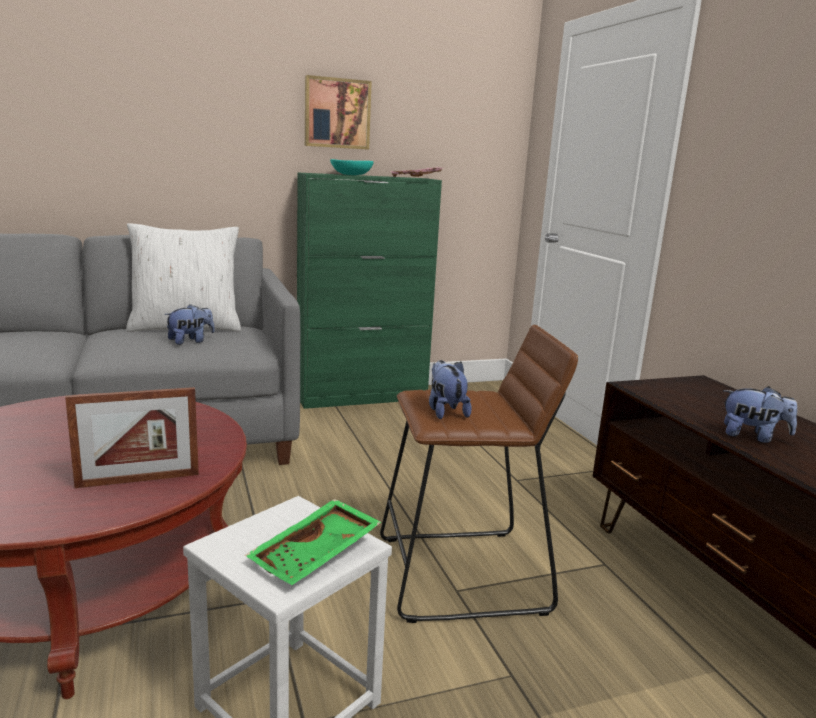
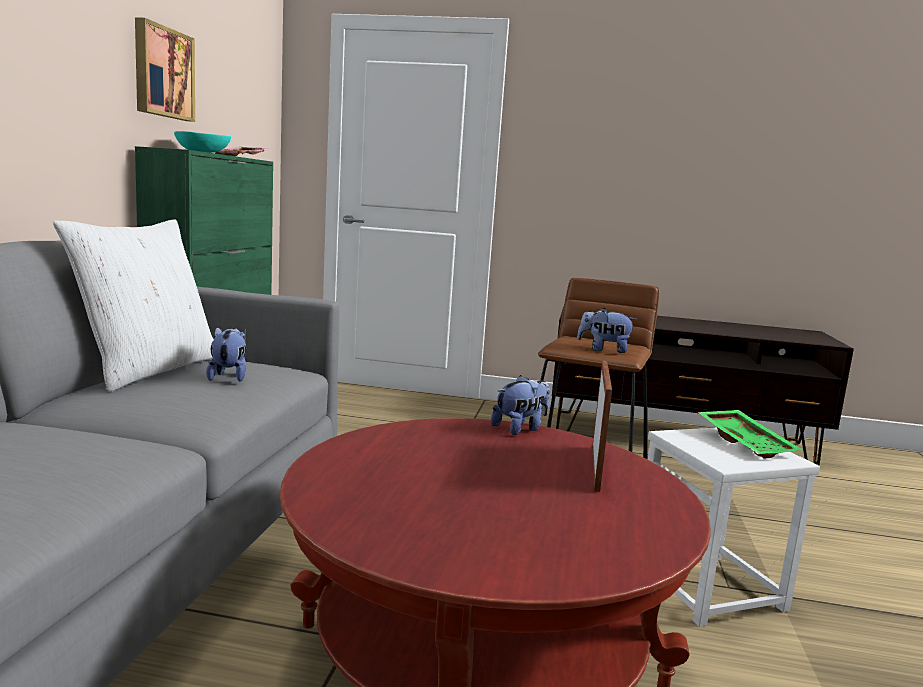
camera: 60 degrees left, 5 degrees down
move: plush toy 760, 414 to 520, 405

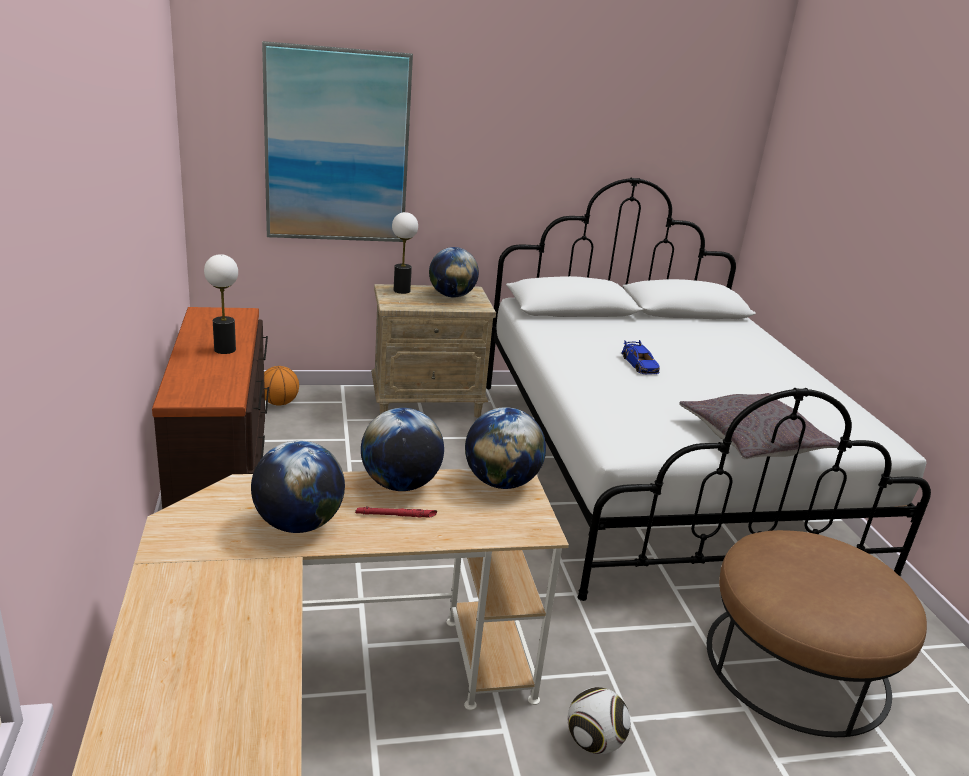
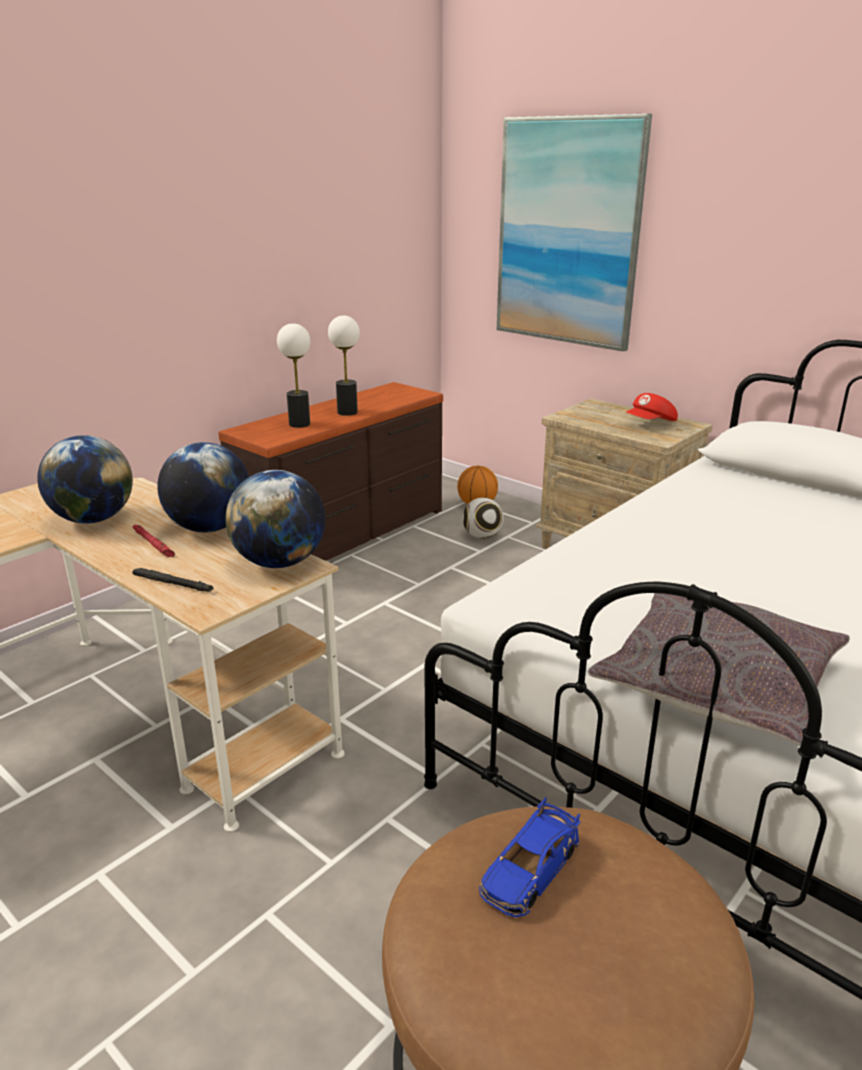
camera: 55 degrees right, 0 degrees up
insert: flashlight in black 172, 580
move: table lamp 405, 253 to 293, 375; toy car in blue 640, 357 to 530, 857; football 599, 720 to 483, 518
replace: globe 454, 272 to cap in red 652, 407

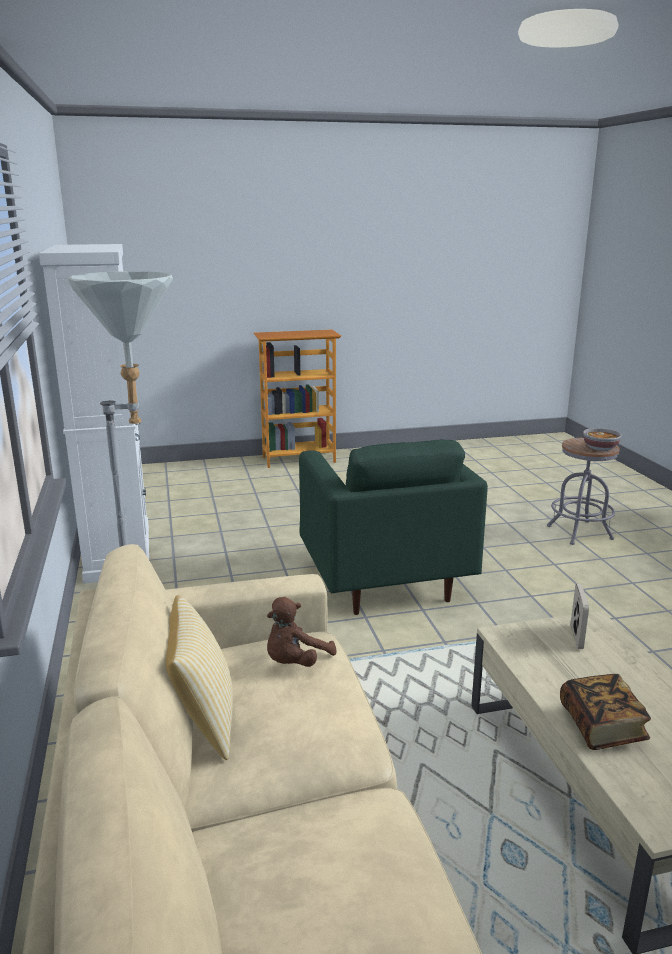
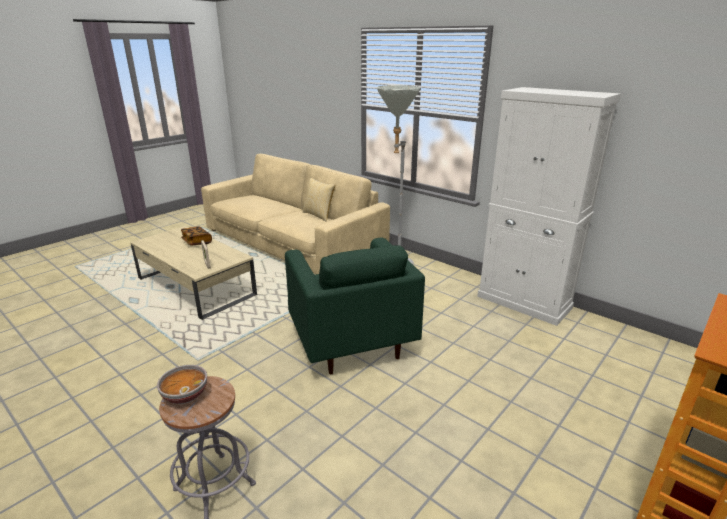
camera: 145 degrees right, 5 degrees up
delete: plush toy in brown 301, 632
rotate: armchair in green 393, 527 = 355, 306 150 degrees counterclockwise

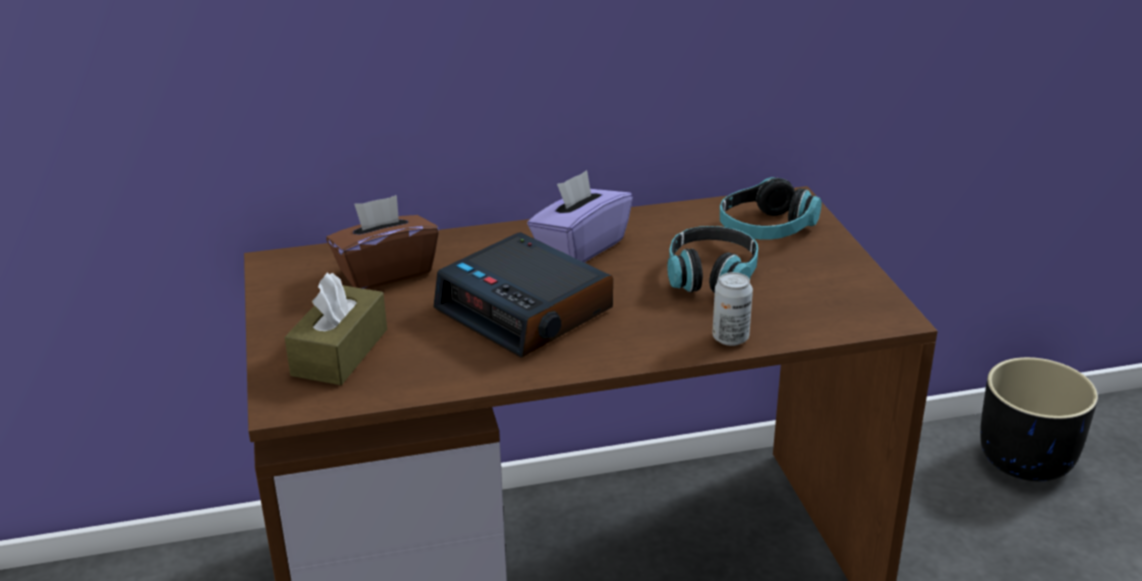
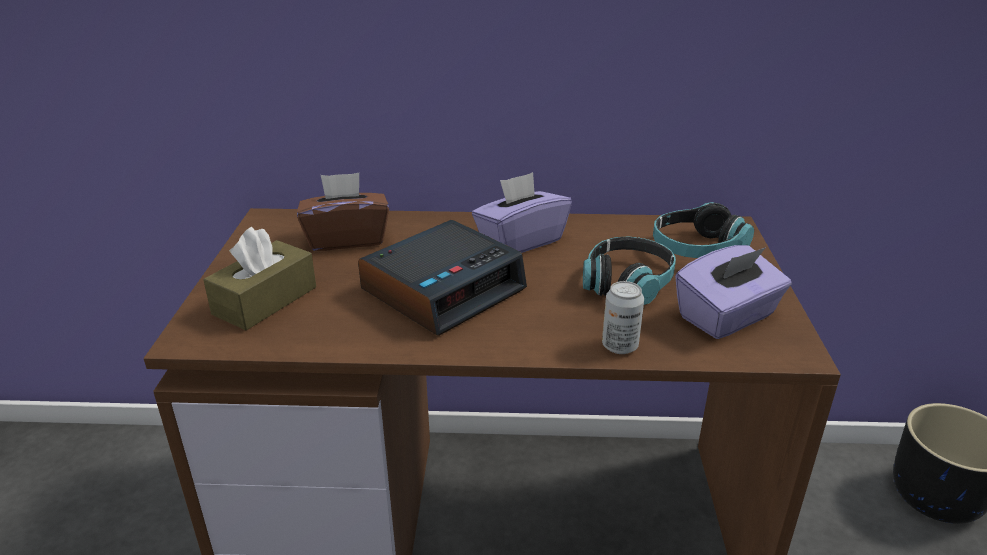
camera: 15 degrees right, 0 degrees up
insert: tissue box in purple 733, 292
rotate: alarm clock 523, 295 = 442, 278 105 degrees counterclockwise

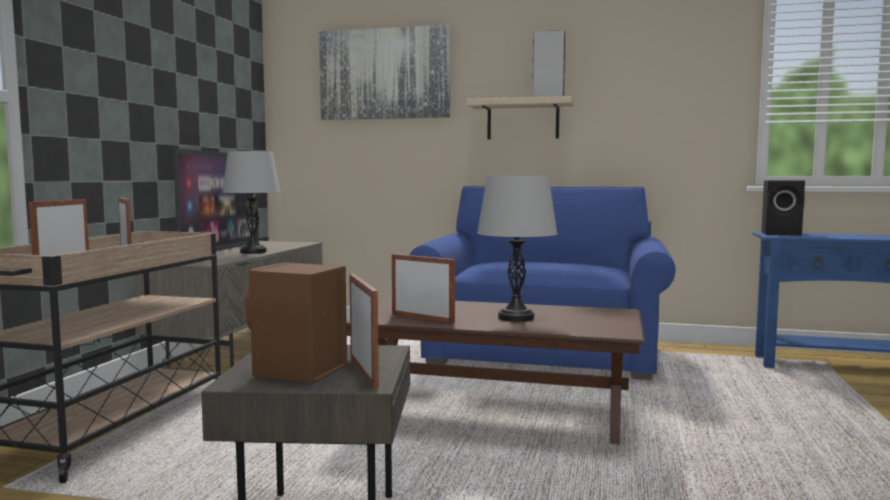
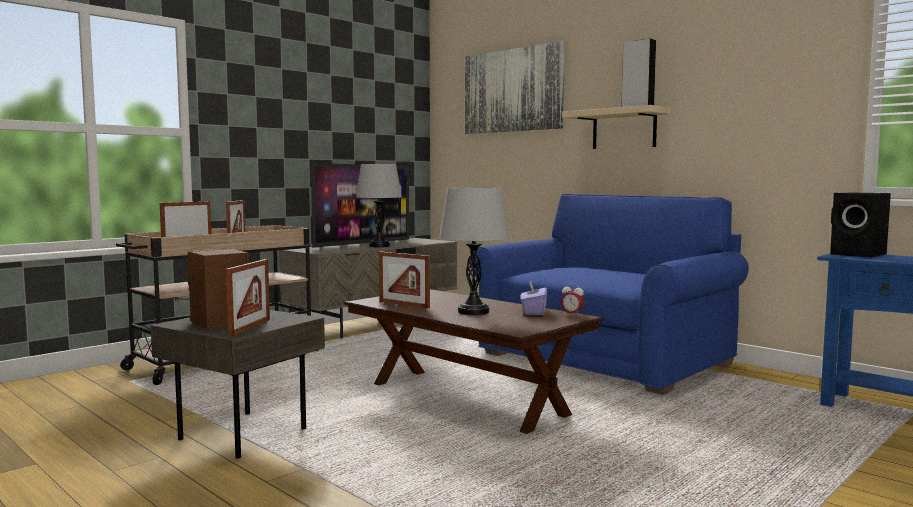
camera: 30 degrees right, 0 degrees up
insert: tissue box in purple 533, 298; alarm clock 572, 299
rotate: picture frame 423, 289 = 404, 280 150 degrees clockwise

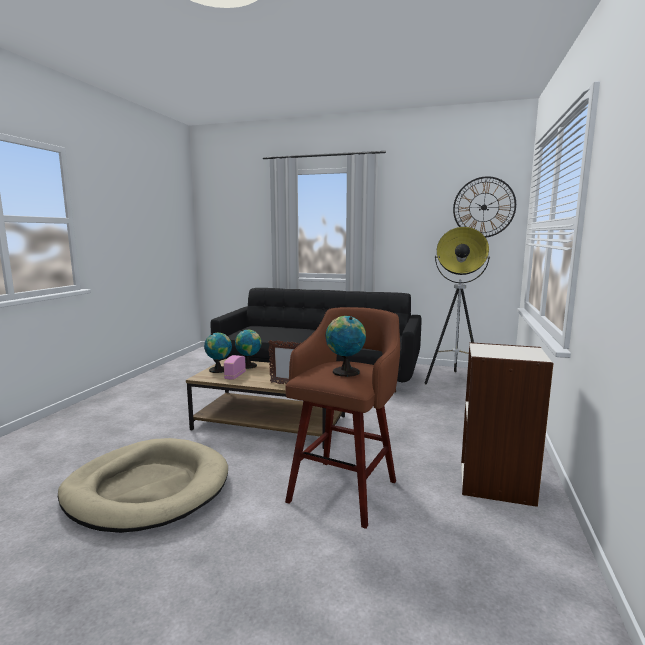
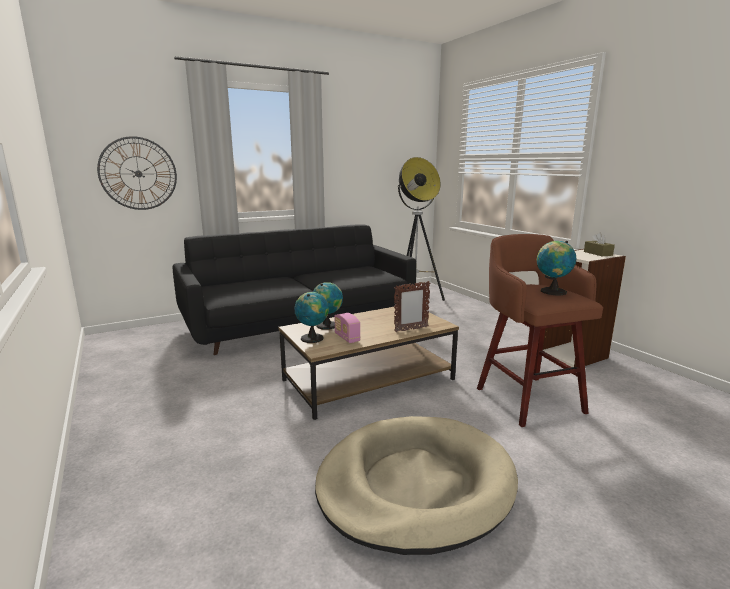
camera: 45 degrees left, 5 degrees up
insert: tissue box in brown 599, 244
move: wall clock 484, 207 to 137, 173

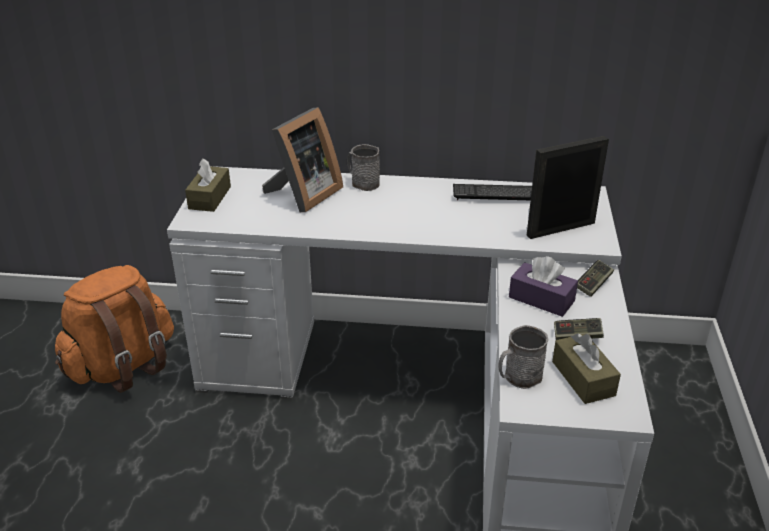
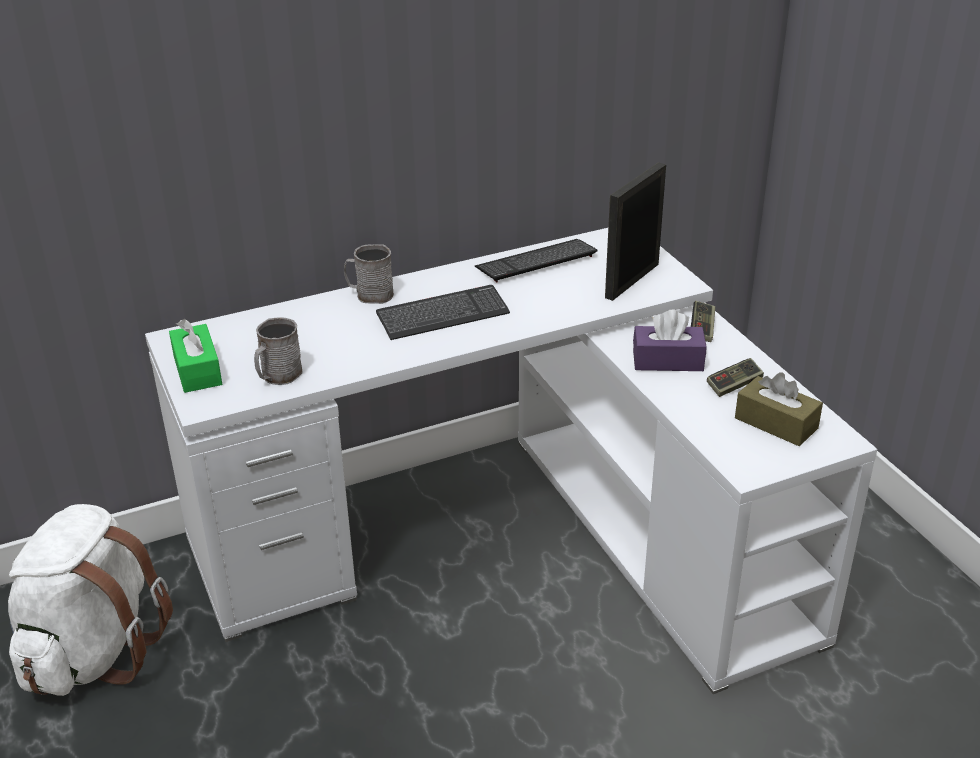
camera: 30 degrees left, 0 degrees up
delete: picture frame 302, 159
insert: keyboard 443, 312
move: mug in grey 523, 357 to 278, 351
recolor: tissue box in brown 208, 185 to tissue box in green 195, 356; backpack in orange 114, 329 to backpack in white 90, 600

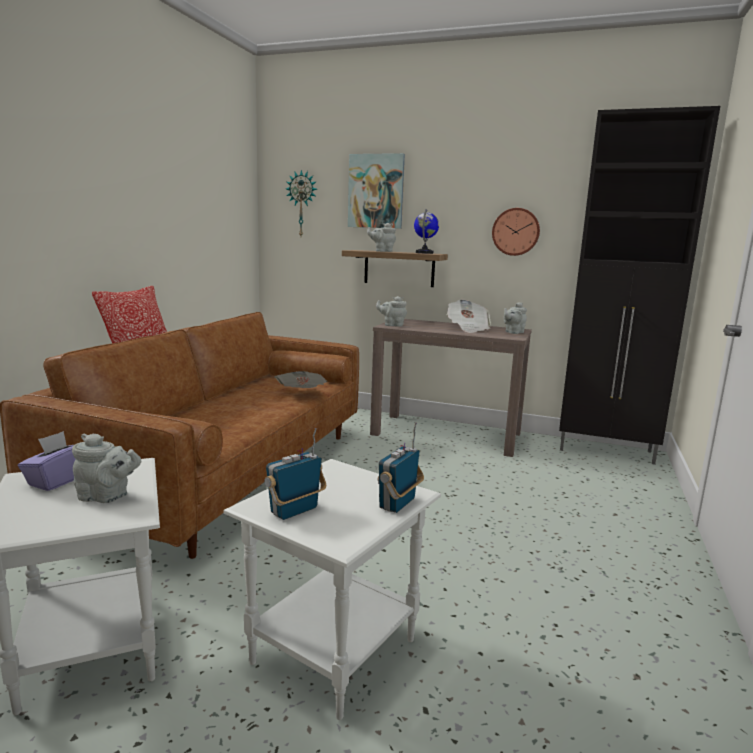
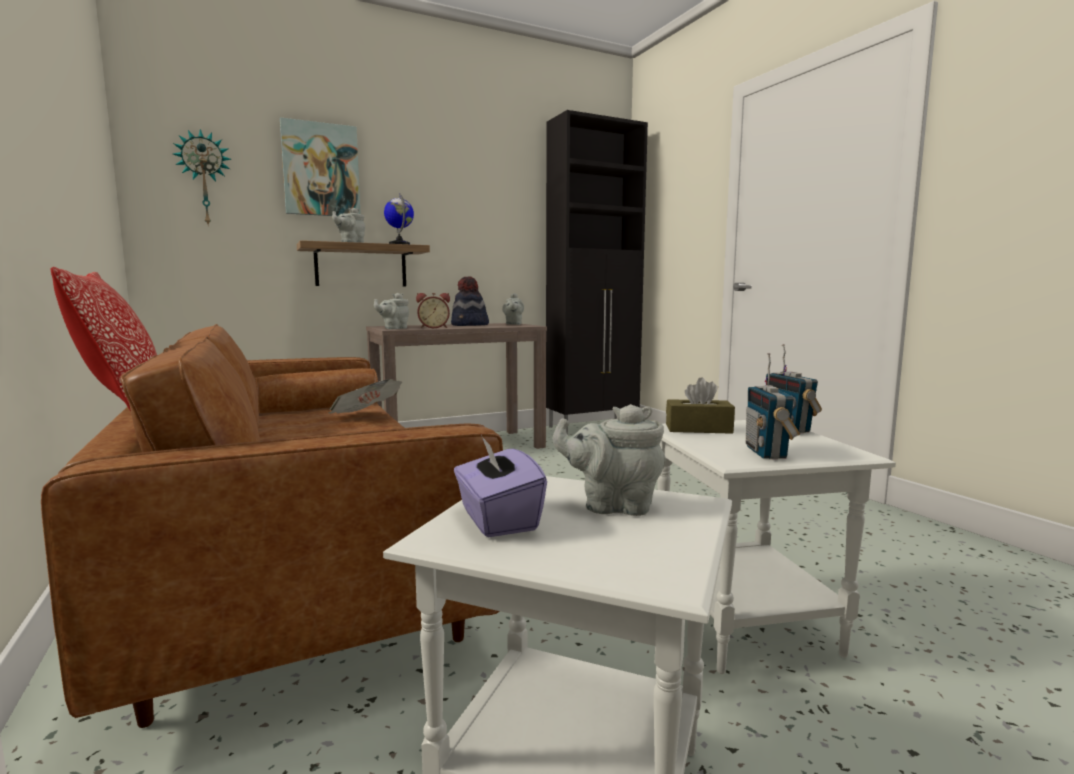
camera: 45 degrees left, 5 degrees down
delete: wall clock 516, 232
insert: alarm clock 433, 310; tissue box in brown 700, 405
replace: newspaper 468, 316 to hat 470, 301
rotate: teapot in grey 106, 468 = 609, 460 135 degrees counterclockwise

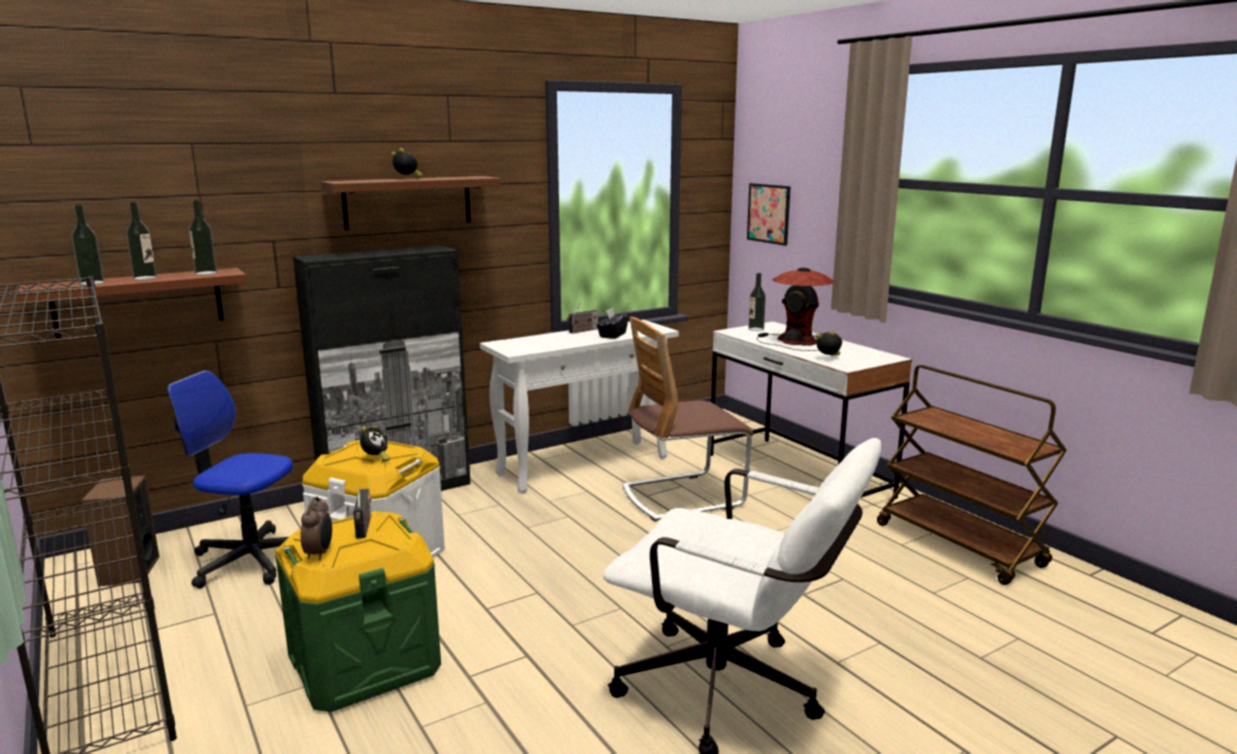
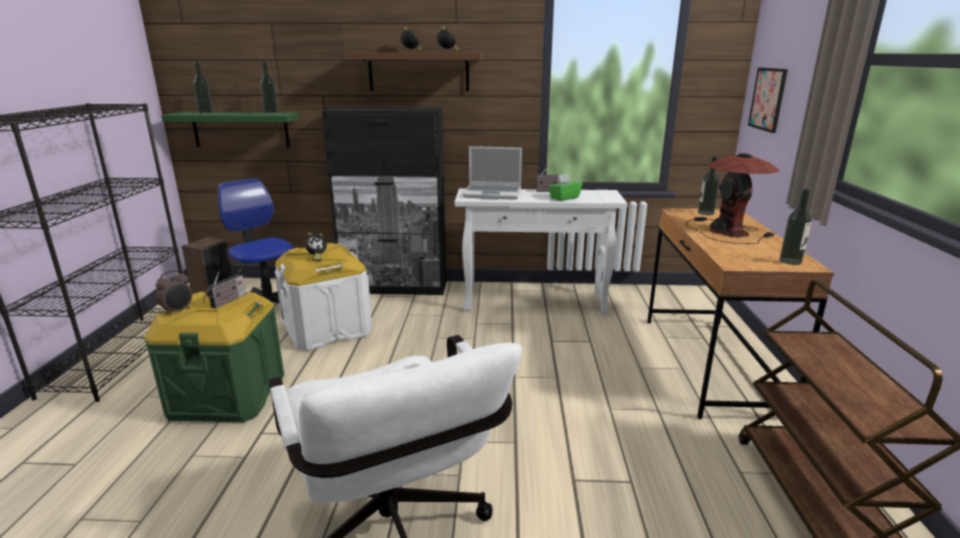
camera: 35 degrees right, 5 degrees up
delete: chair 688, 419
insert: laptop 492, 173
move: bottle 141, 241 to 795, 227; alarm clock 829, 343 to 448, 39
recolor: shelf in brown 132, 303 to shelf in green 230, 130; tissue box in black 612, 323 to tissue box in green 565, 187; desk in white 811, 410 to desk in brown 740, 313

